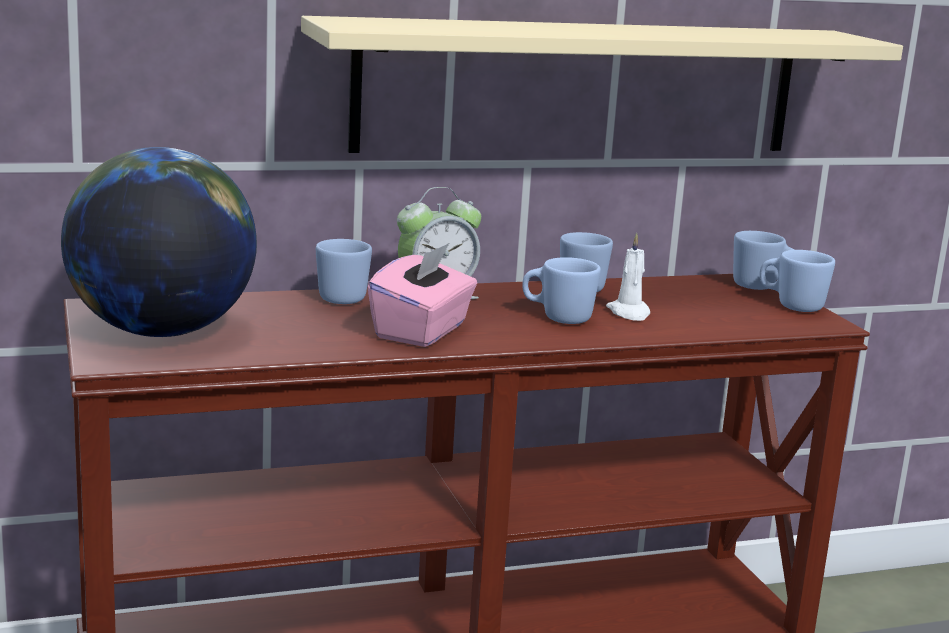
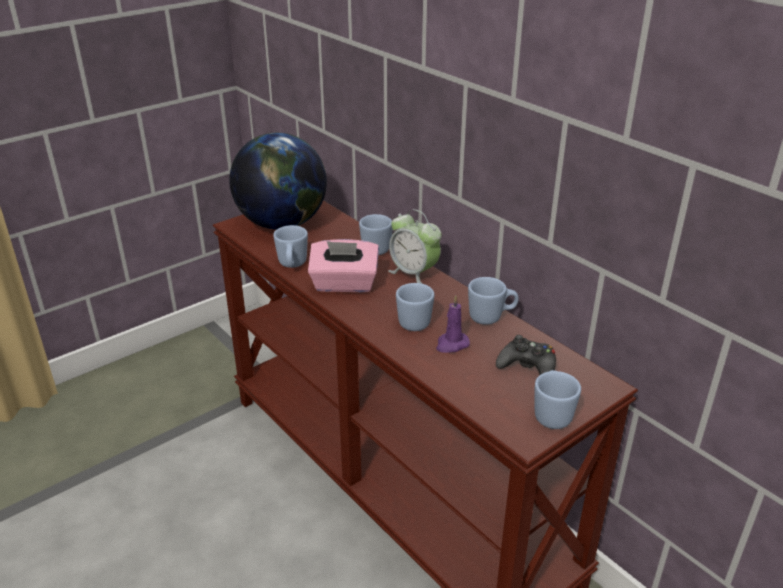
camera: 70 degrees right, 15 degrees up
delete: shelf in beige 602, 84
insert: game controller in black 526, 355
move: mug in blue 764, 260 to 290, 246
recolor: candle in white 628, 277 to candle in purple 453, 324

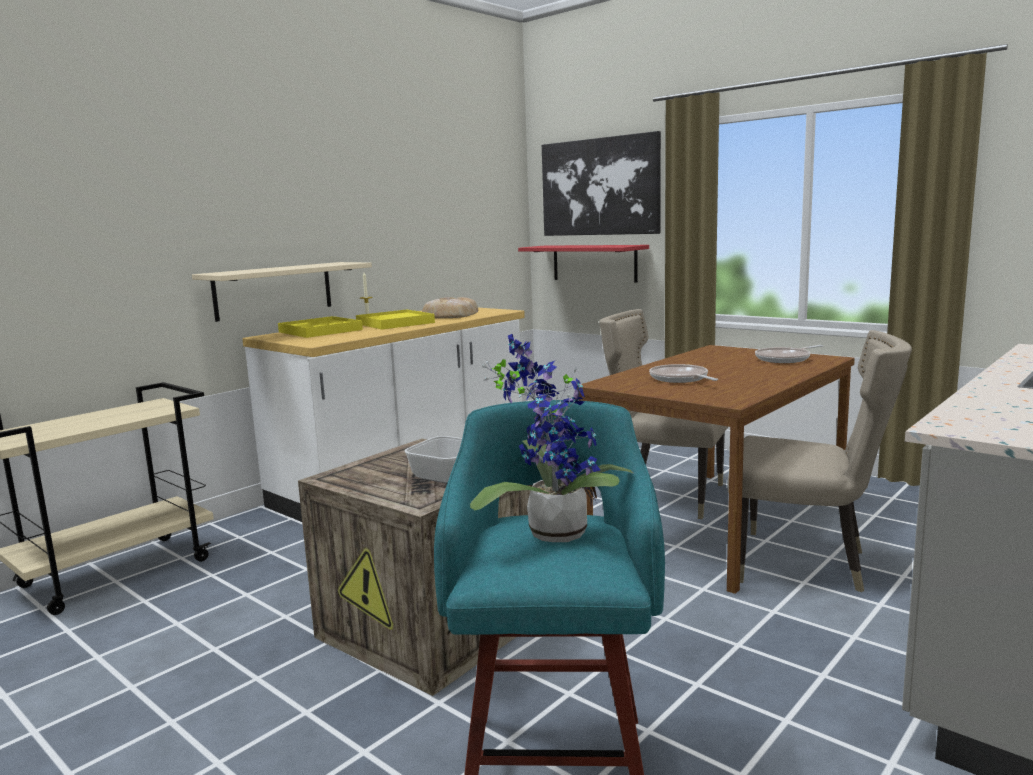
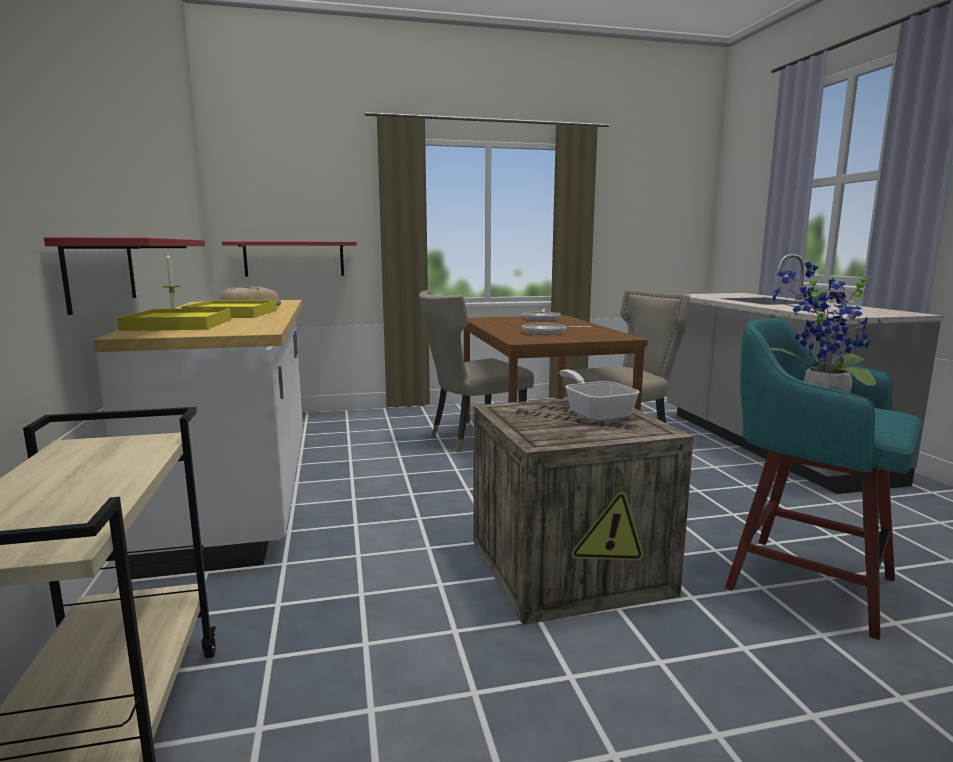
camera: 55 degrees left, 0 degrees up
delete: picture 601, 183
recolor: shelf in beige 282, 292 to shelf in red 124, 276

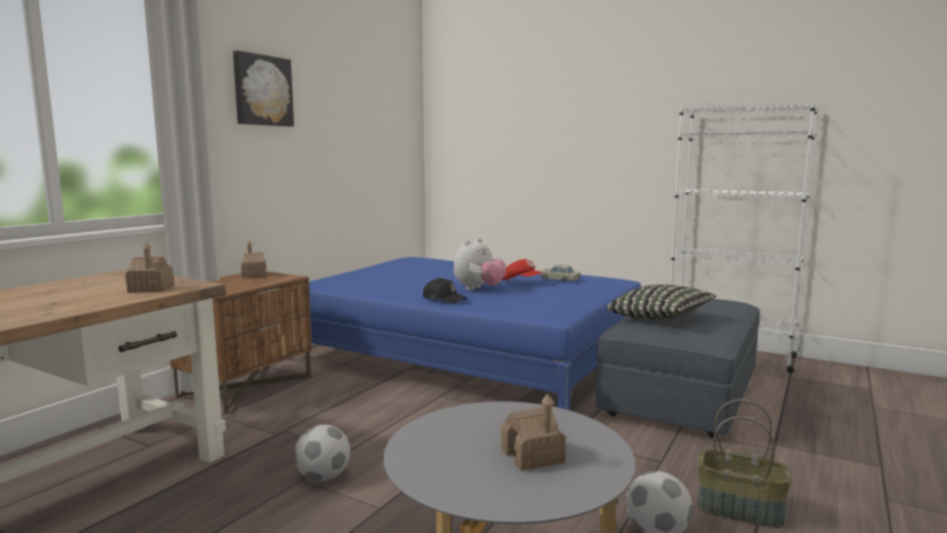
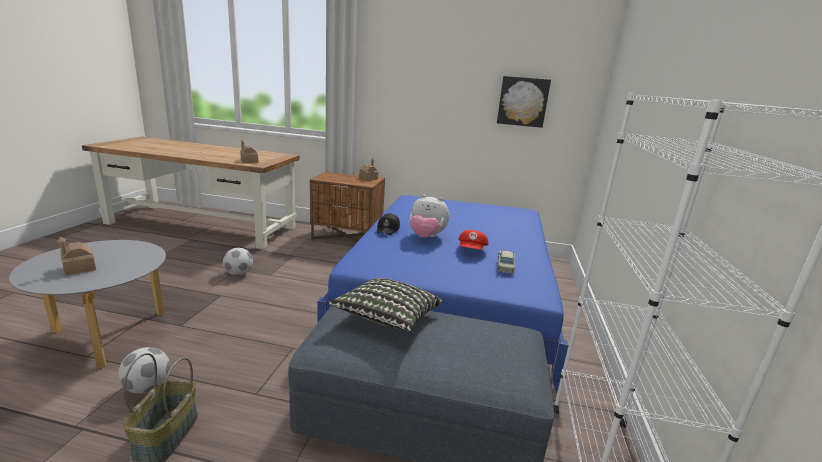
camera: 70 degrees right, 10 degrees up
move: picture 263, 88 to 524, 102

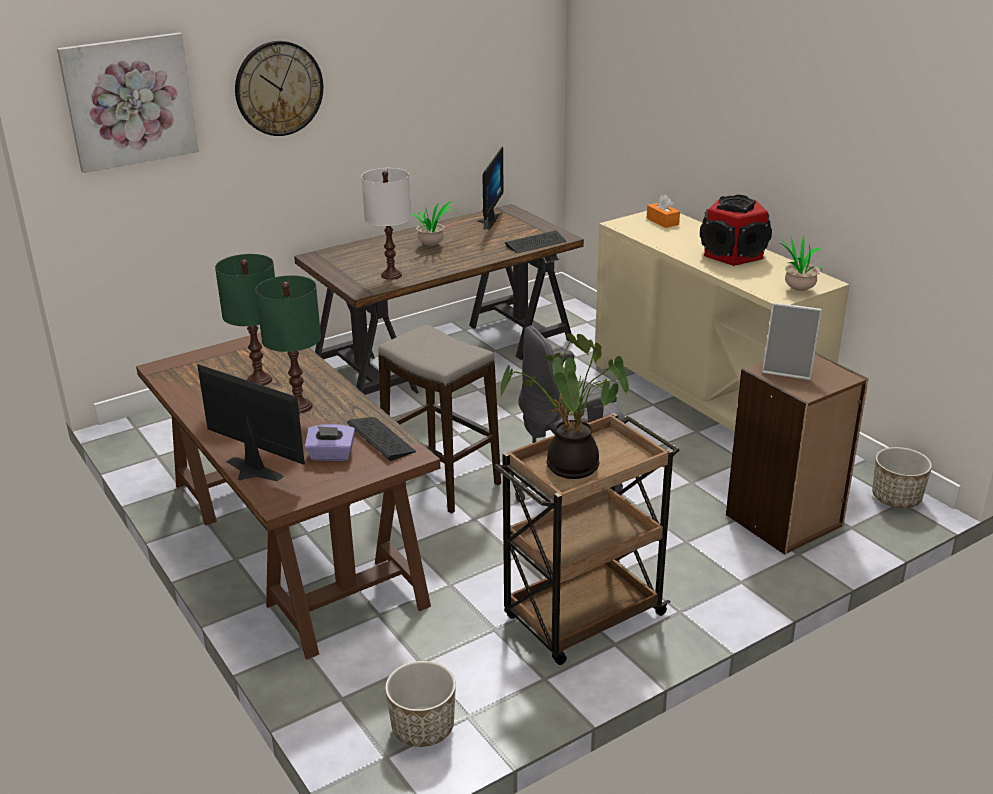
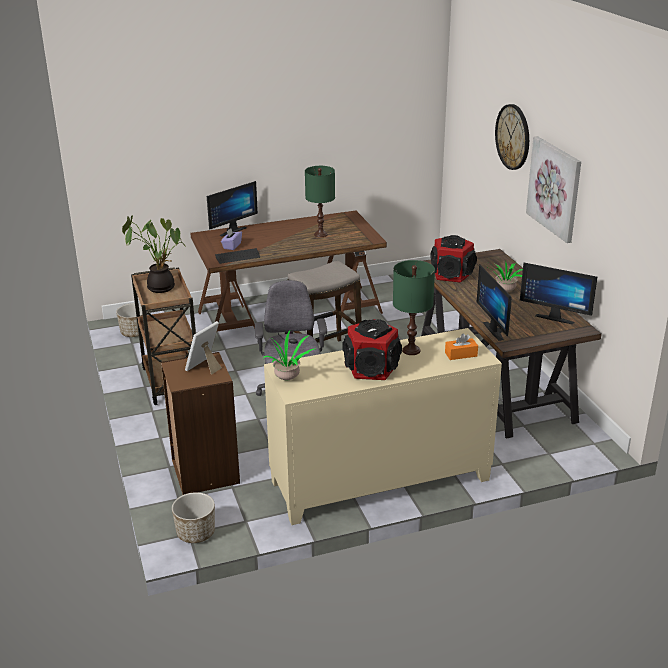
camera: 105 degrees right, 0 degrees up
move: picture 128, 103 to 553, 189; table lamp in green 288, 344 to 414, 307
replace: table lamp in white 386, 224 to speaker 453, 259; keyboard 535, 241 to monitor 494, 303

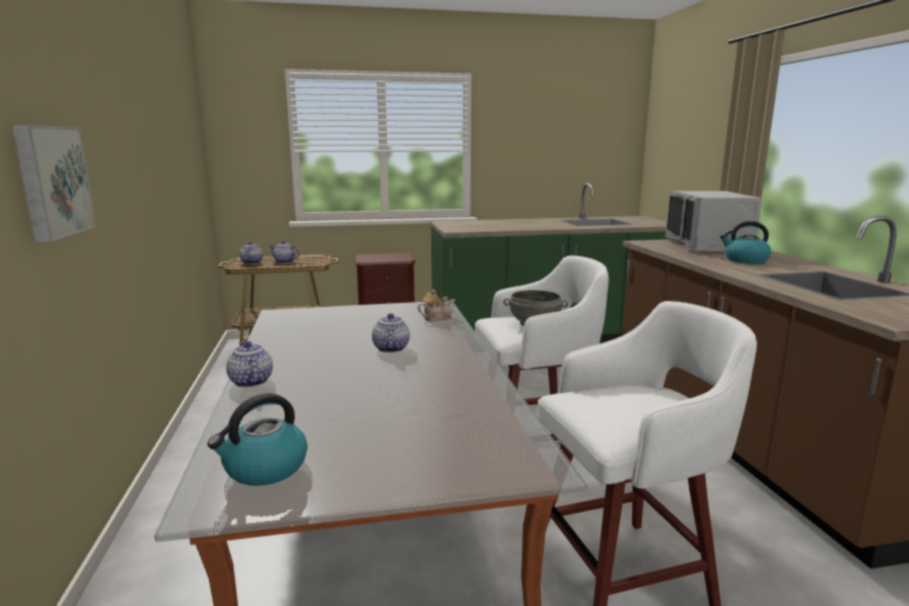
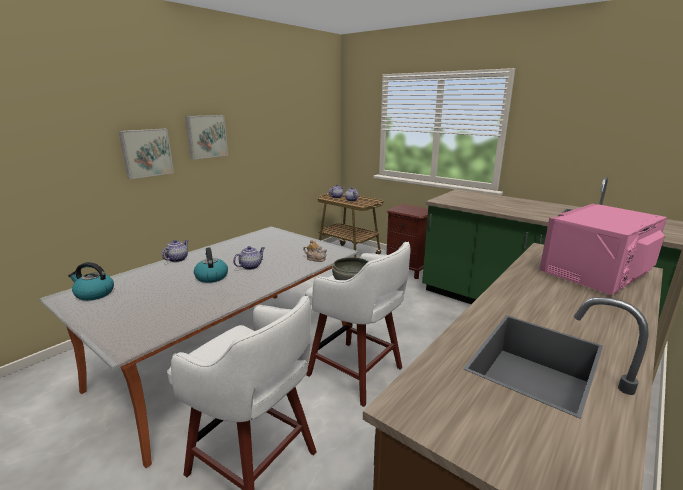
camera: 50 degrees right, 5 degrees up
insert: picture 206, 137
move: kettle 745, 242 to 211, 265
recolor: microwave in grey 713, 221 to microwave in pink 603, 249

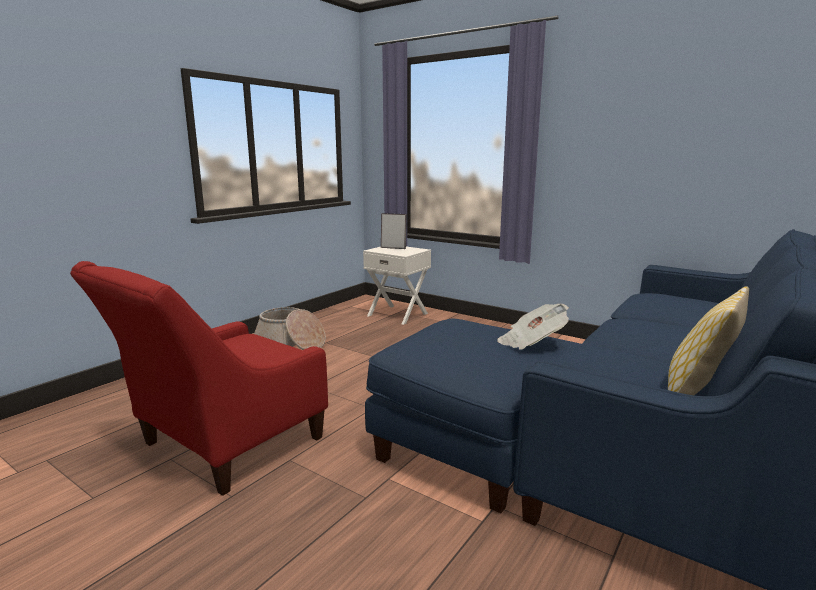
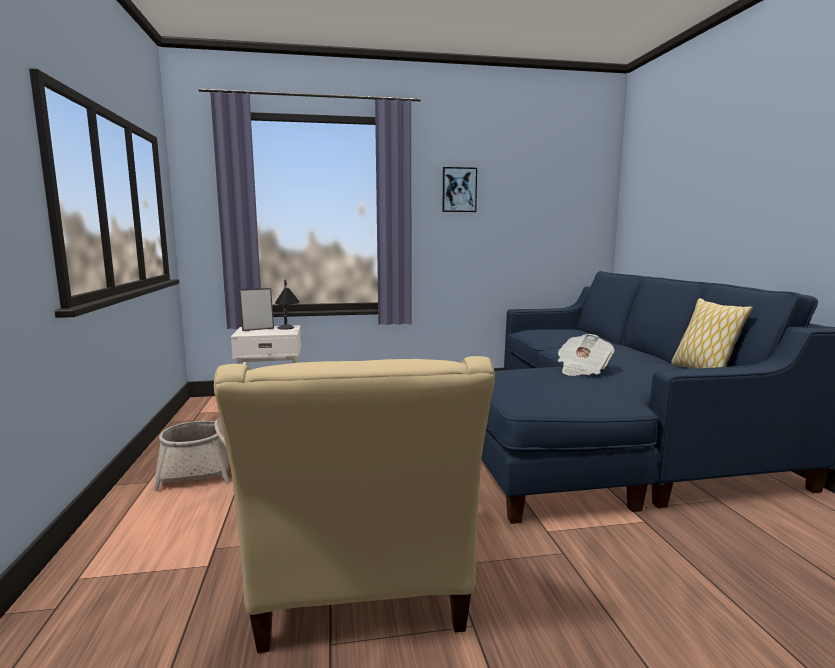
camera: 45 degrees left, 5 degrees down
insert: picture 459, 189; table lamp 287, 304
recolor: armchair in red 199, 378 to armchair in beige 354, 504

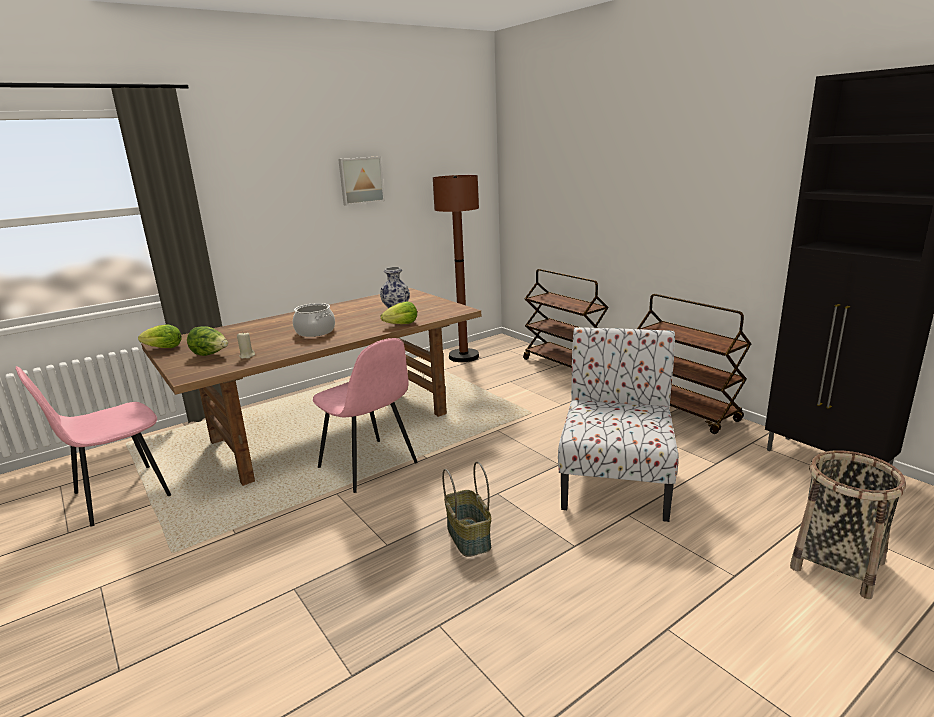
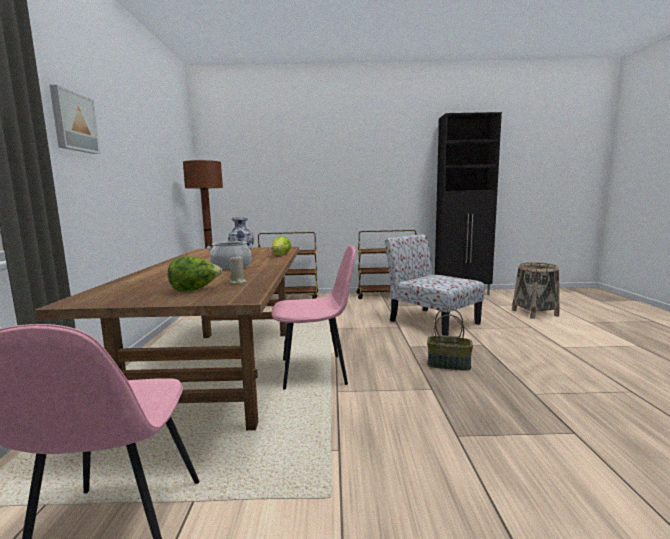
camera: 55 degrees left, 10 degrees down
delete: lettuce 160, 336
move: picture 361, 180 to 75, 119

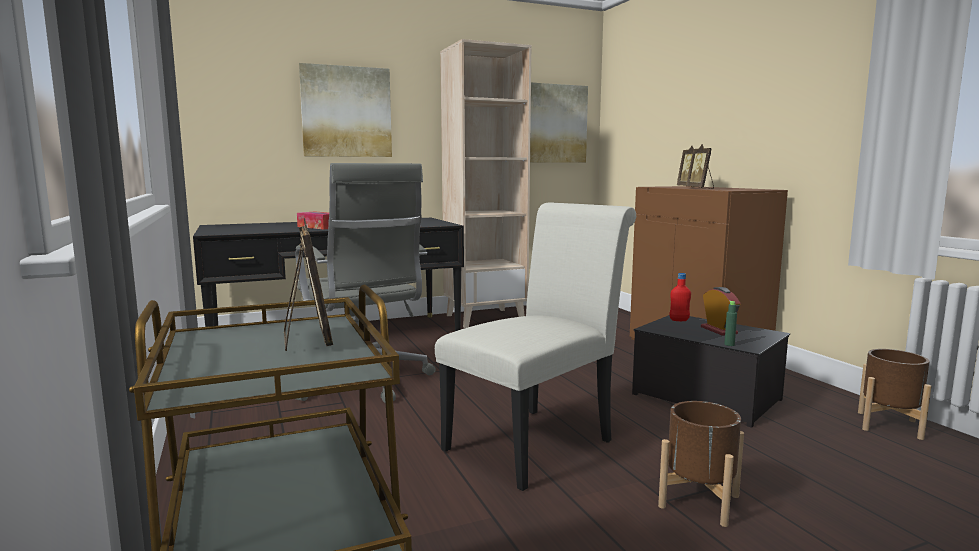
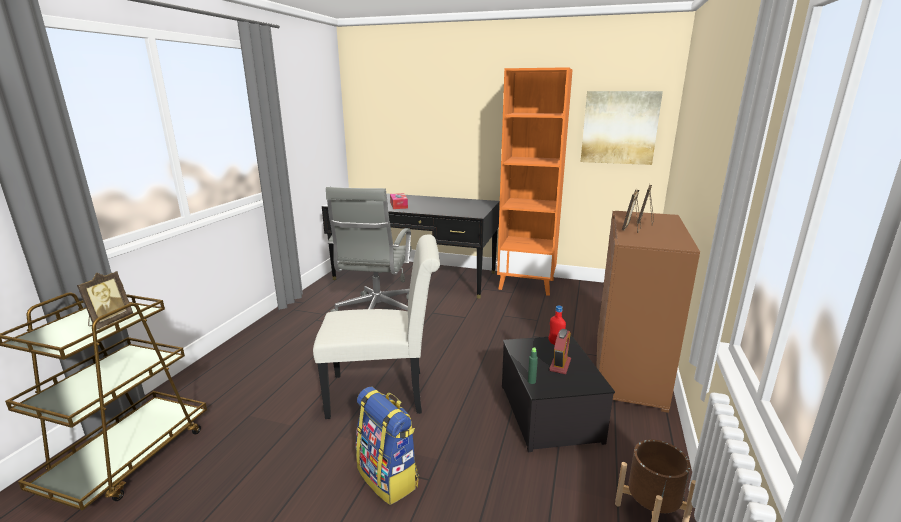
camera: 40 degrees right, 10 degrees up
delete: picture 345, 110
replace: planter in brown 701, 464 to backpack 387, 446
recolor: bookcase in beige 485, 183 to bookcase in orange 535, 181

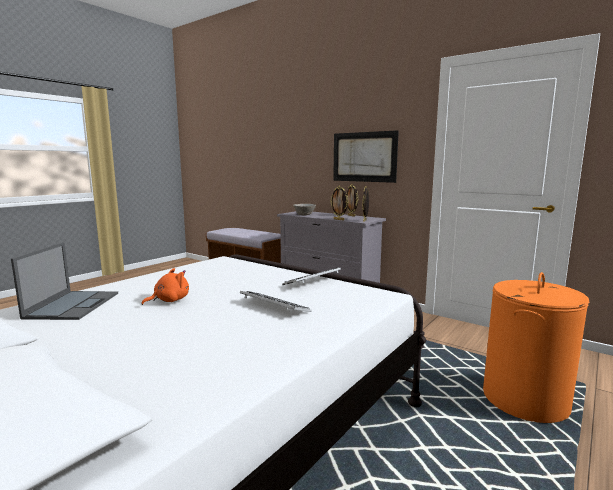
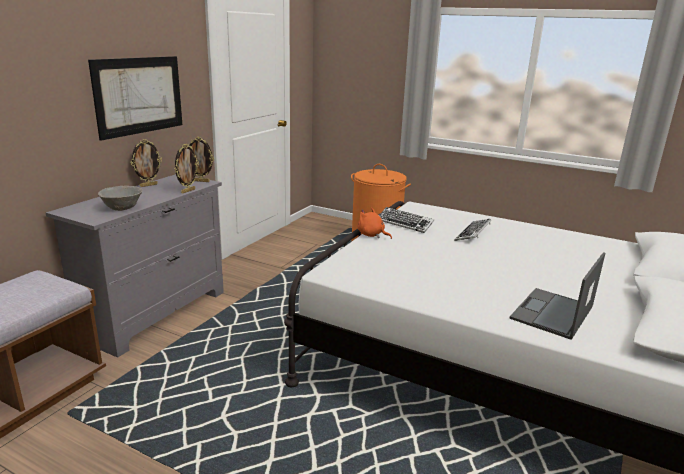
camera: 100 degrees left, 10 degrees up
move: plush toy in orange 165, 286 to 375, 223
rotate: laptop 64, 281 = 557, 296 45 degrees counterclockwise

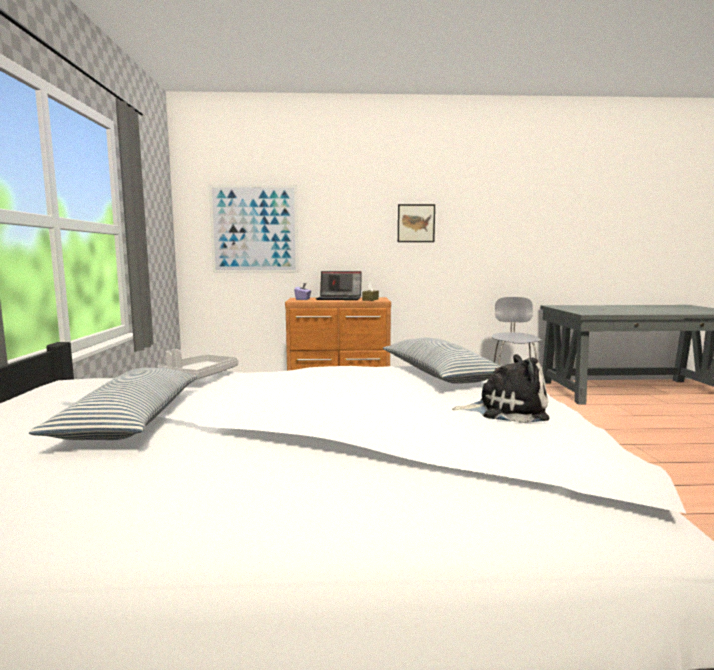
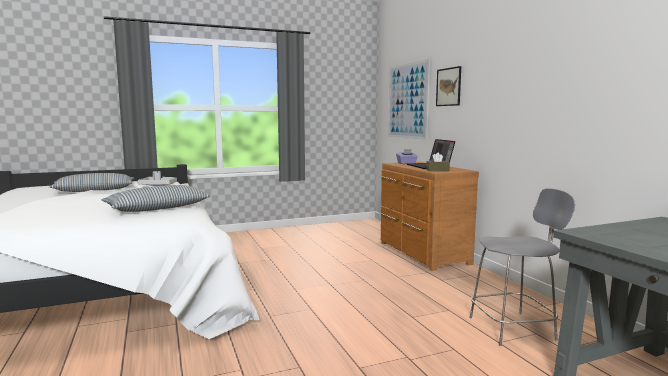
camera: 70 degrees right, 0 degrees up
delete: plush toy 500, 388
move: picture 416, 223 to 448, 86

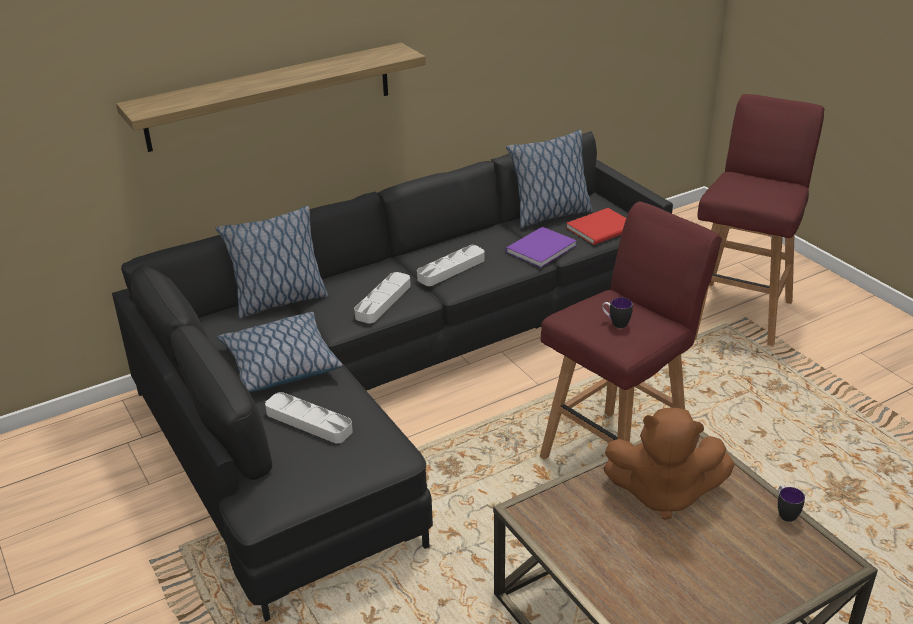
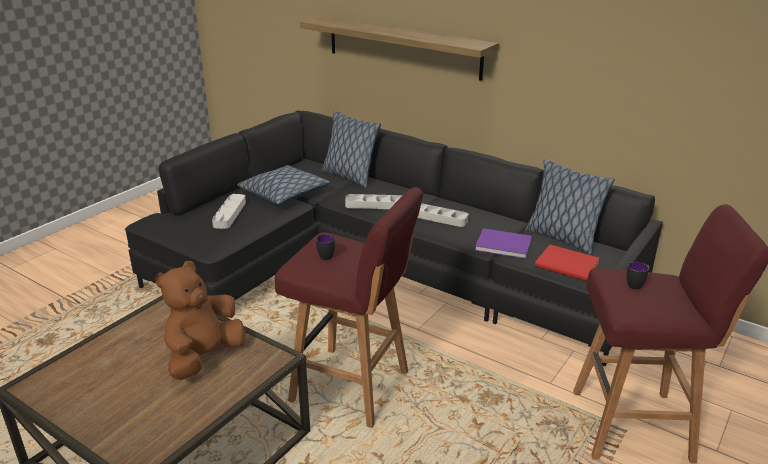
camera: 65 degrees right, 5 degrees down
move: mug 791, 503 to 637, 276
rotate: plush toy in brown 669, 464 = 200, 320 45 degrees clockwise

